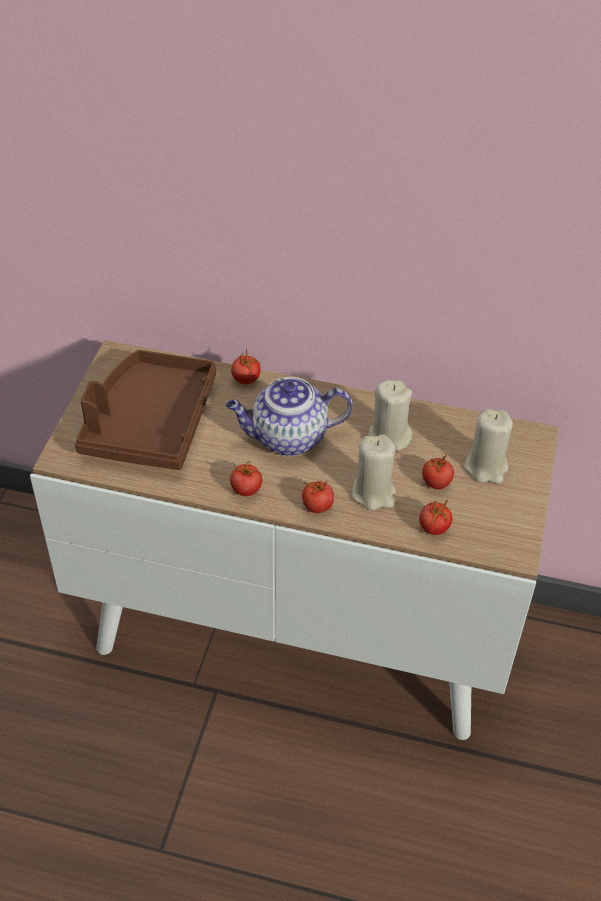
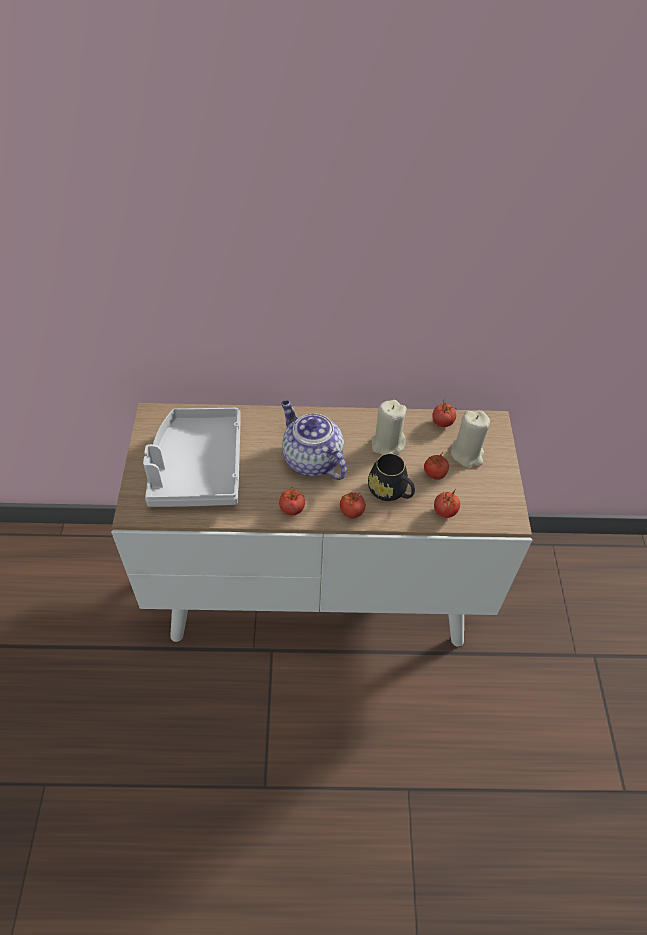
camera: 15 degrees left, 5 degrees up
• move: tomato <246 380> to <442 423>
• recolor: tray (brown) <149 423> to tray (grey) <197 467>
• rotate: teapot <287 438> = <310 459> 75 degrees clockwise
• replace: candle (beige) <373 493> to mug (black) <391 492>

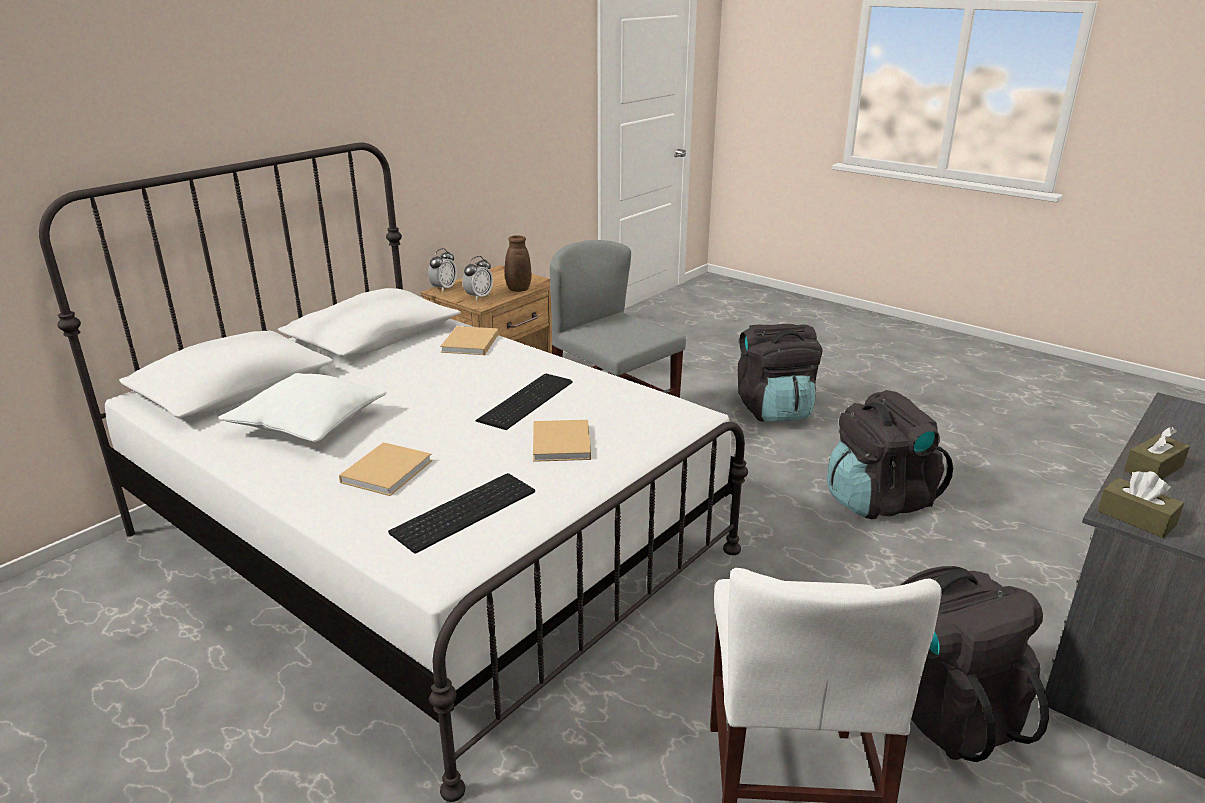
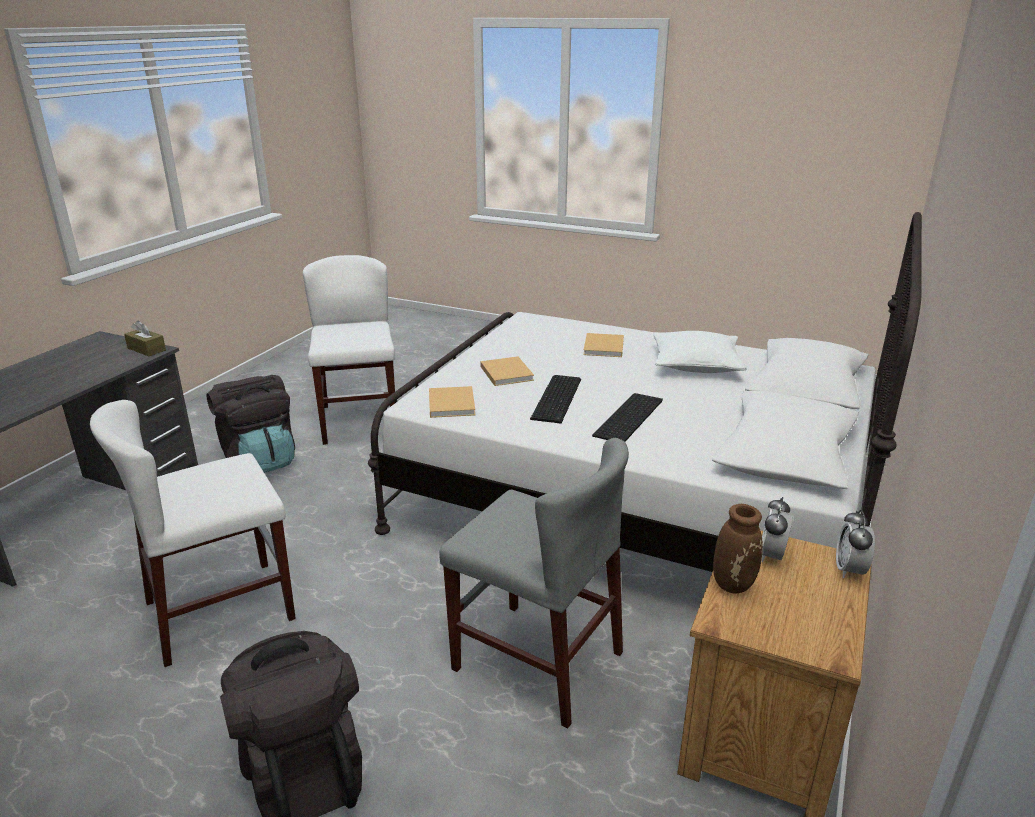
camera: 165 degrees right, 0 degrees up
• move: book (beige) <469 344> to <451 403>
• replace: backpack (black) <878 500> to chair (white) <220 610>
• delete: tissue box (brown) <1153 468>
• move: keyboard <464 510> to <630 418>

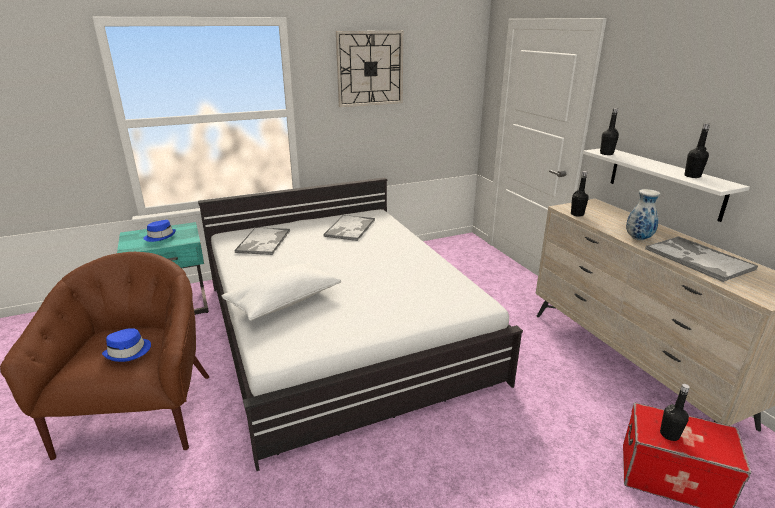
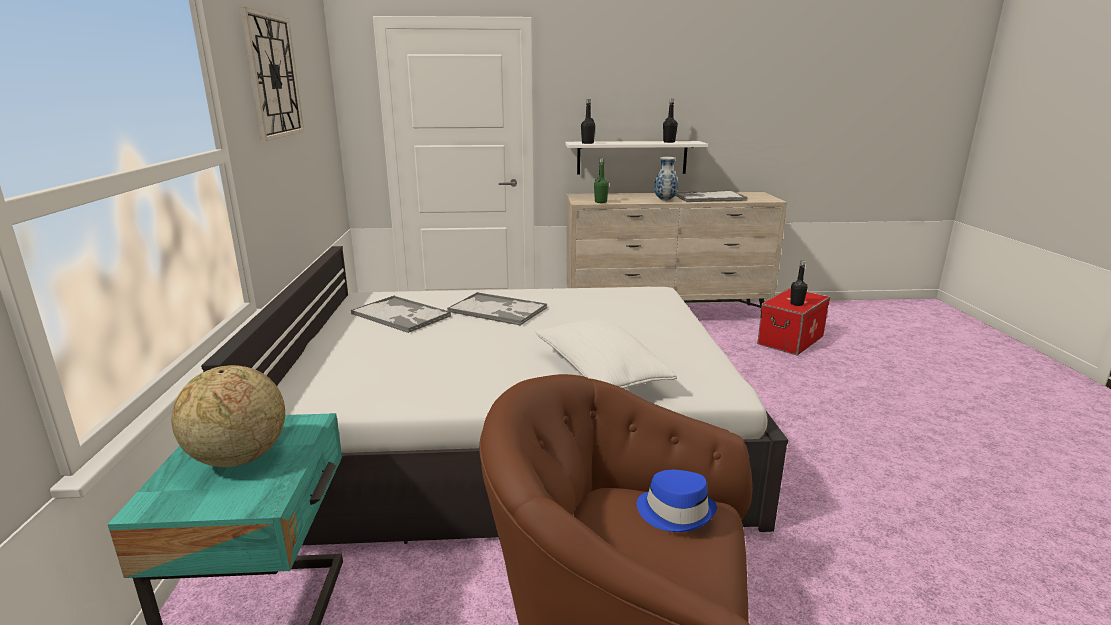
camera: 70 degrees left, 5 degrees down
• recolor: bottle (black) <577 214> to bottle (green) <600 202>
• replace: hat (blue) <160 236> to globe <238 458>
• move: tray <263 242> to <498 310>

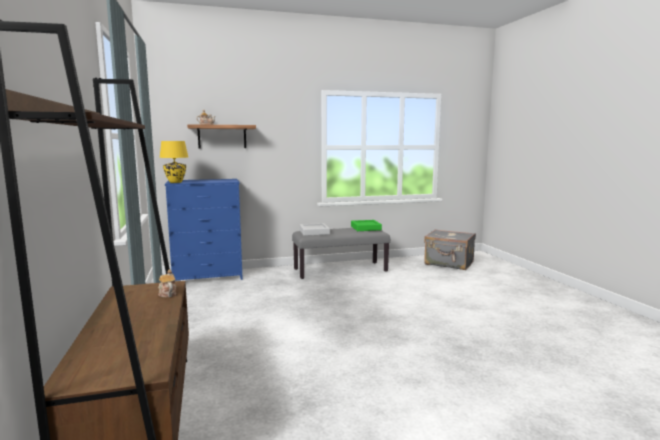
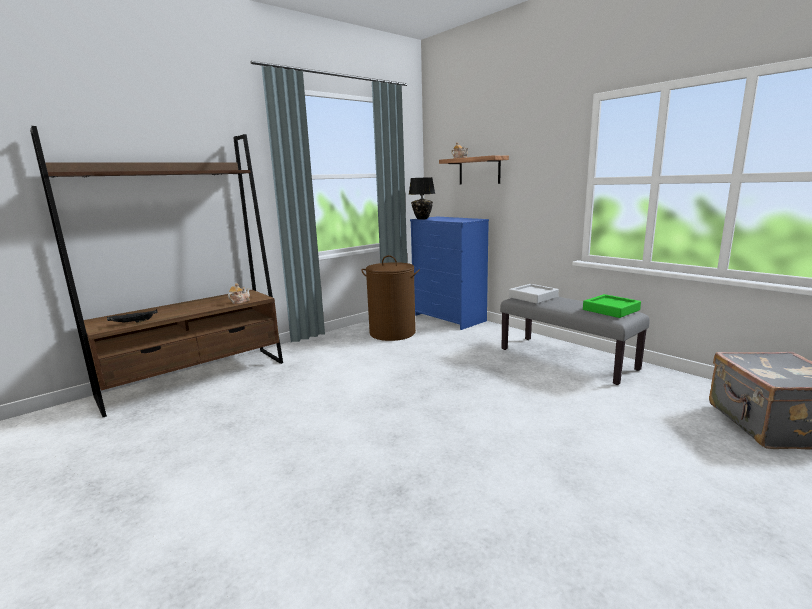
camera: 65 degrees right, 5 degrees up
• recolor: table lamp (yellow) <175 182> to table lamp (black) <422 218>
• insert: laundry basket (brown) <392 333>
• insert: tray (black) <133 323>

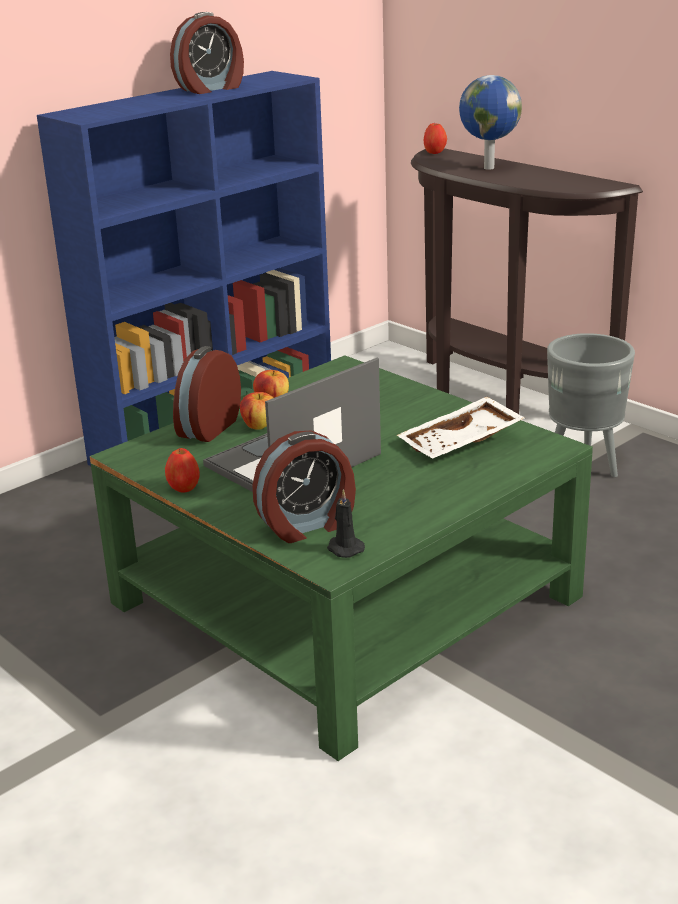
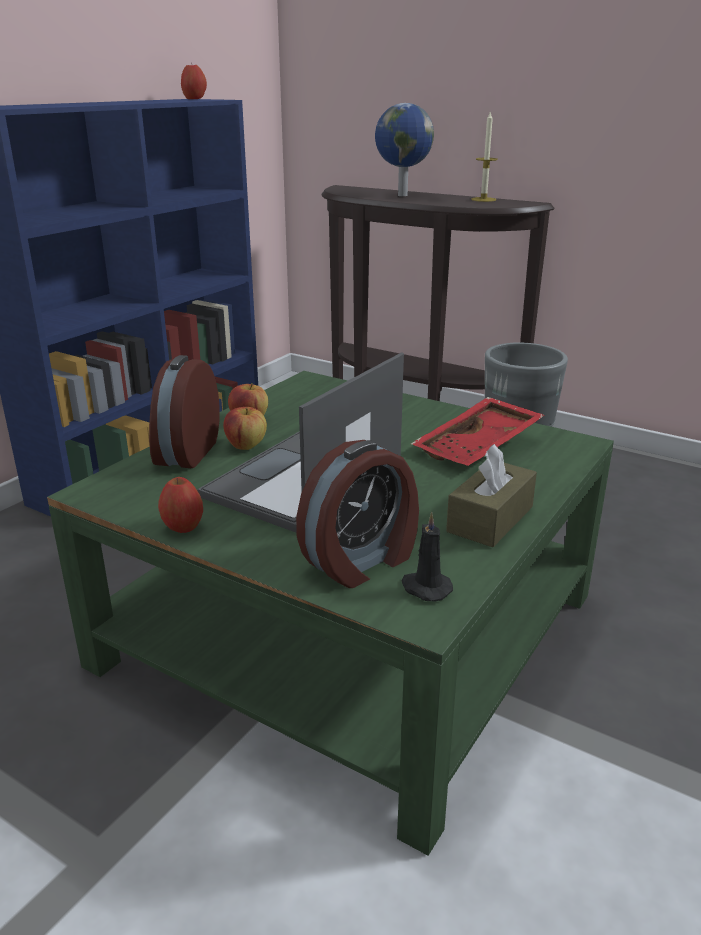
camera: 15 degrees left, 0 degrees up
• delete: alarm clock <211 89>
• move: apple <435 152> to <194 99>
• recolor: tray (white) <462 443> to tray (red) <479 447>
• insert: candle <483 199>
• insert: tissue box (brown) <490 519>

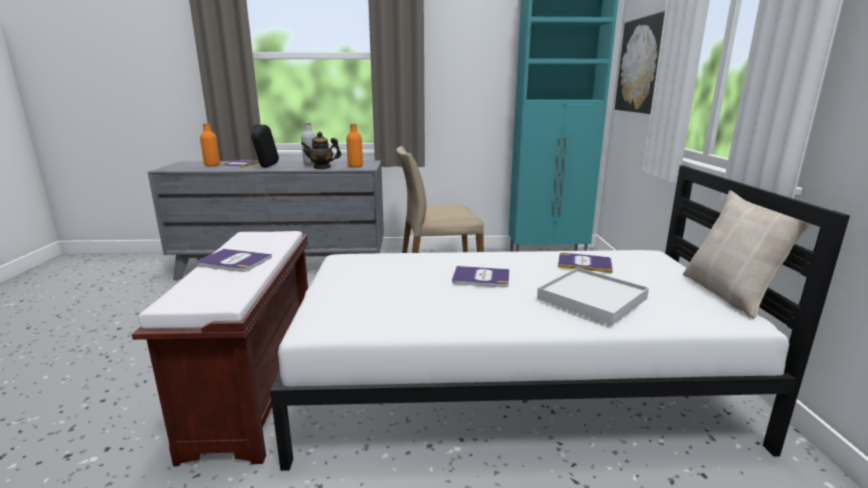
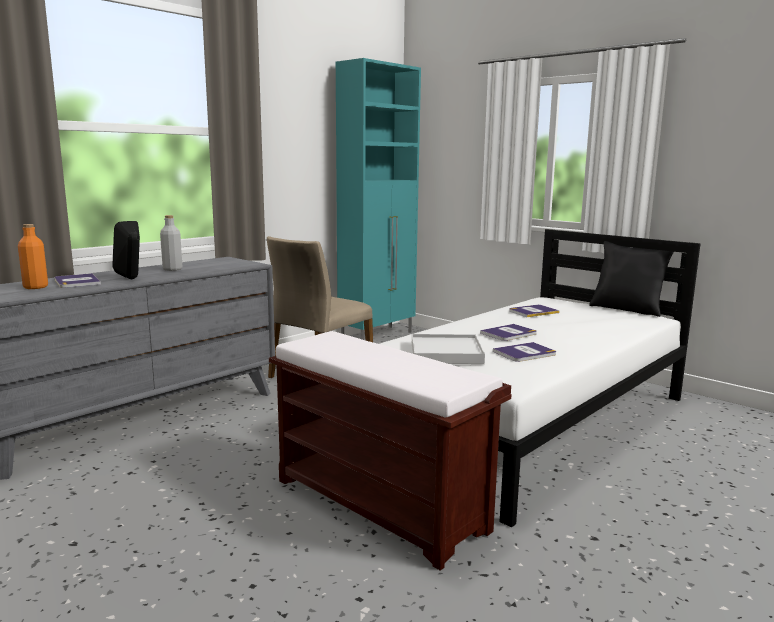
camera: 45 degrees left, 5 degrees down
• delete: picture <643 65>
• delete: bottle (orange) <355 166>
• delete: teapot <322 167>
• recolor: pillow (beige) <730 294> to pillow (black) <627 309>
• move: book <234 261> to <525 353>
• move: tray (white) <591 298> to <445 353>

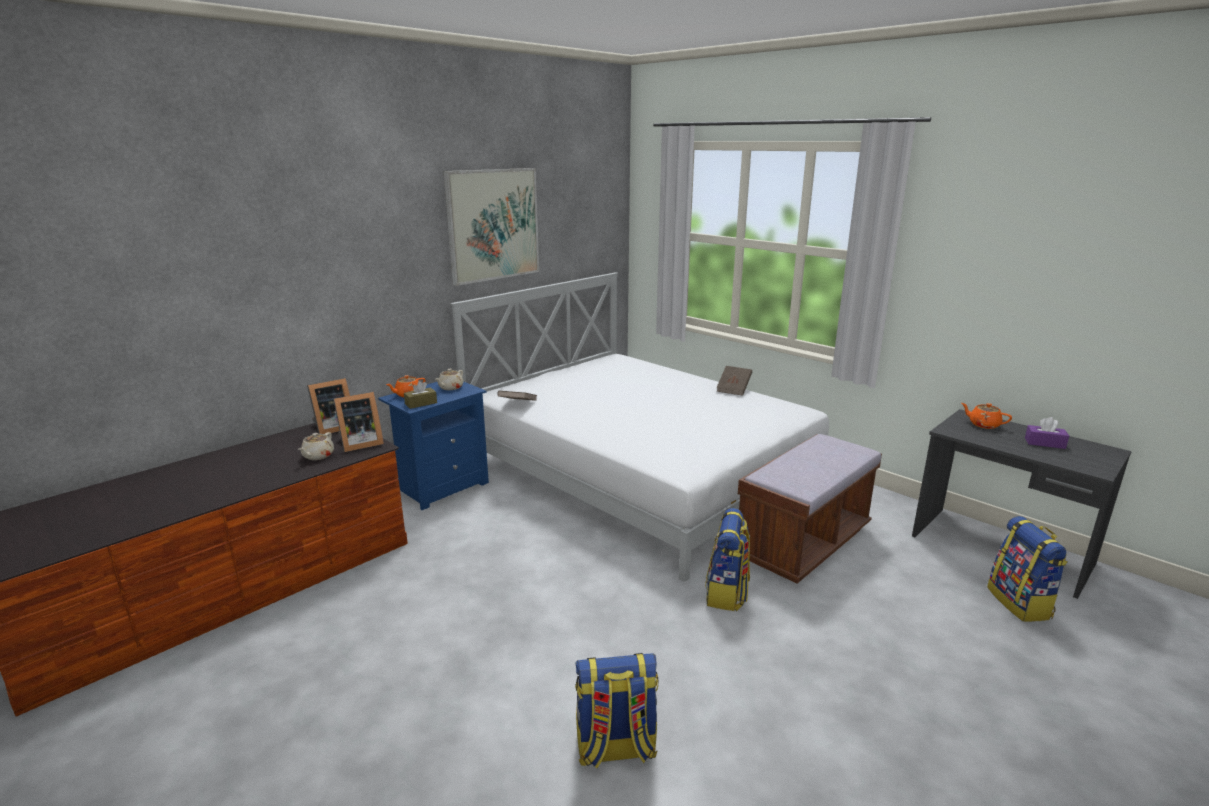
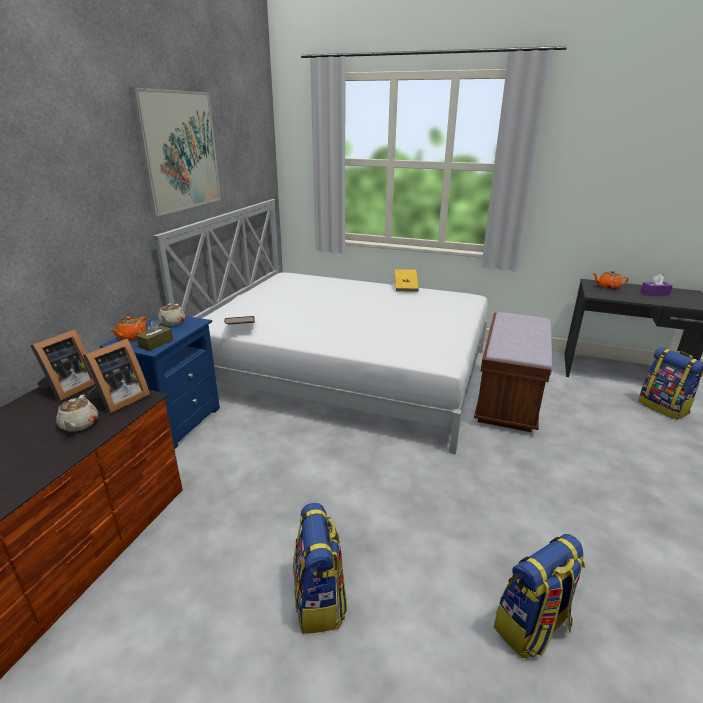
camera: 25 degrees left, 5 degrees up
• recolor: book (brown) <733 389> to book (yellow) <406 287>
• move: backpack <727 593> to <320 601>

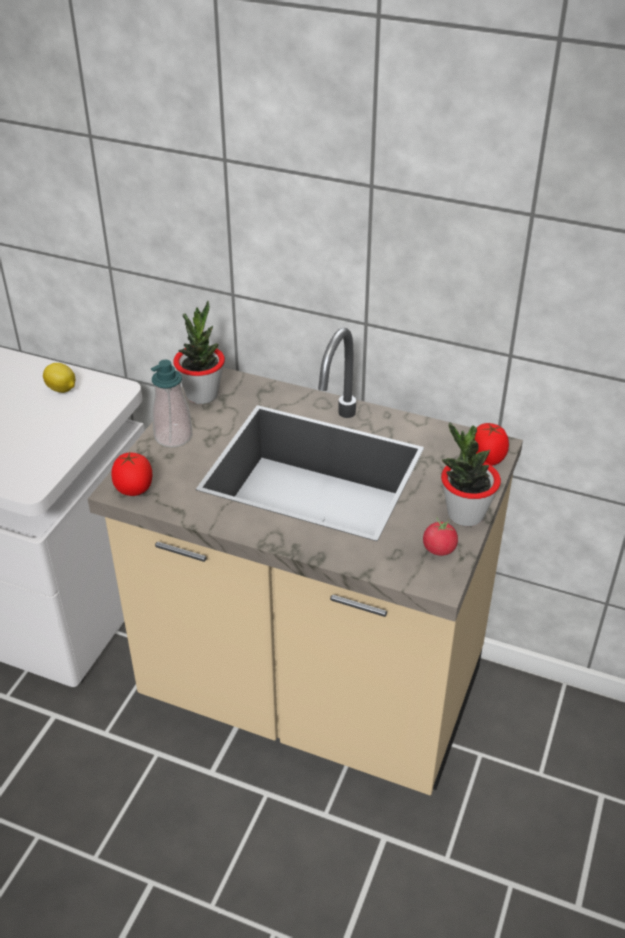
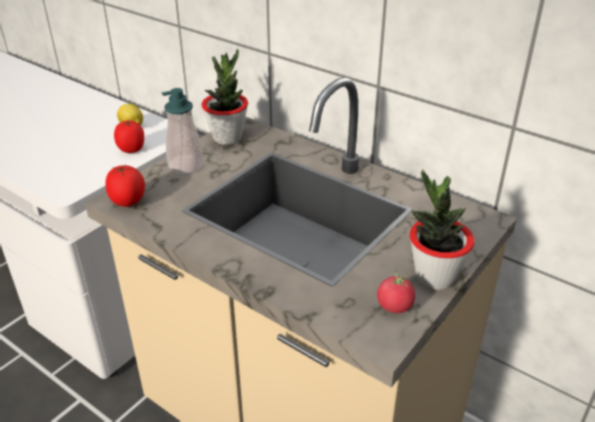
camera: 15 degrees right, 5 degrees down
• move: tomato <486 459> to <132 149>

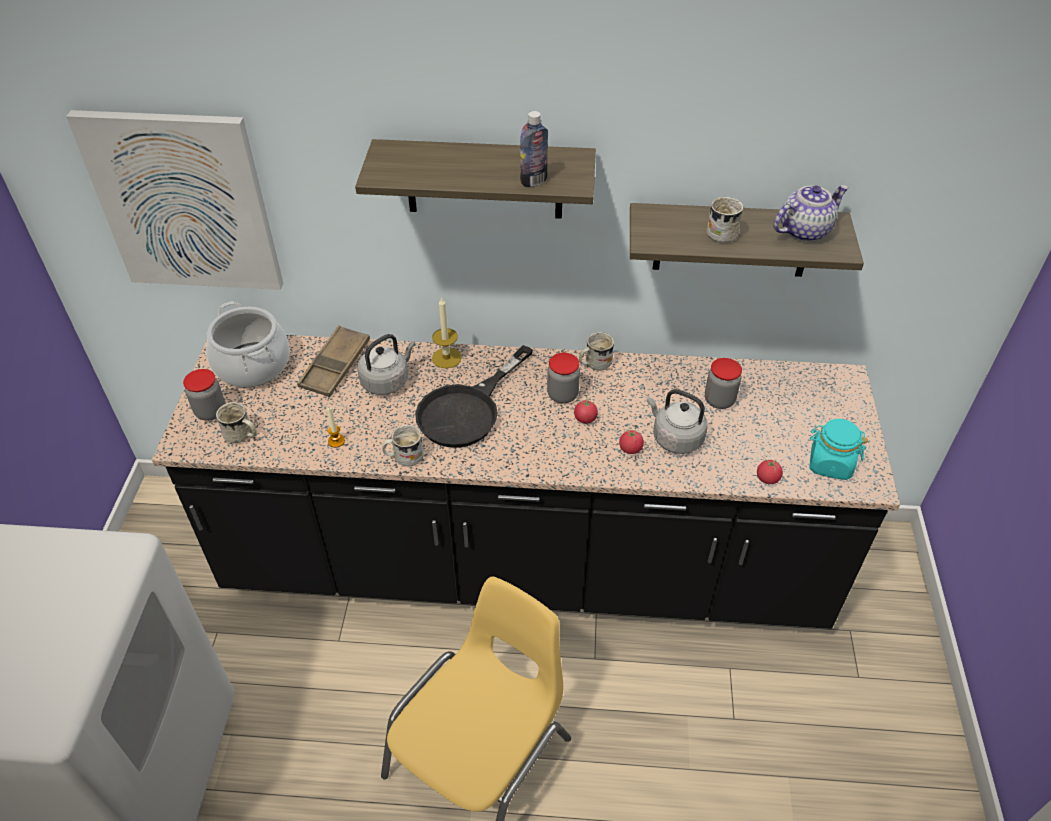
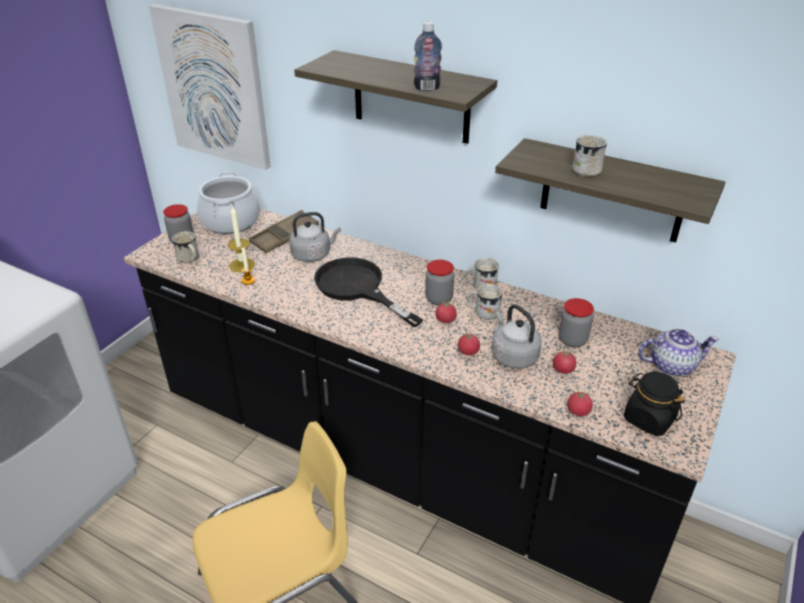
camera: 25 degrees right, 10 degrees down
• move: teapot <804 230> to <672 365>
• move: candle <446 358> to <242 265>
• rotate: frying pan (black) <467 409> = <357 288> 75 degrees clockwise
• recolor: jar (turquoise) <830 464> to jar (black) <648 419>
• move: mug (white) <404 457> to <483 312>
• insert: tomato <563 369>

